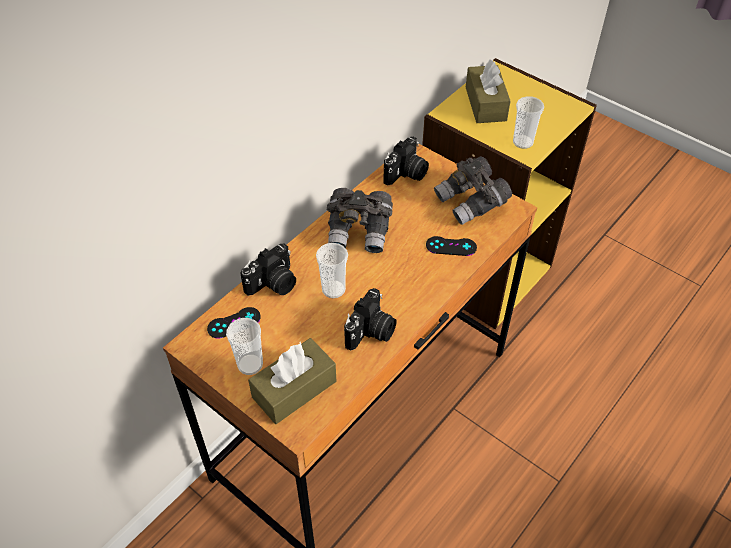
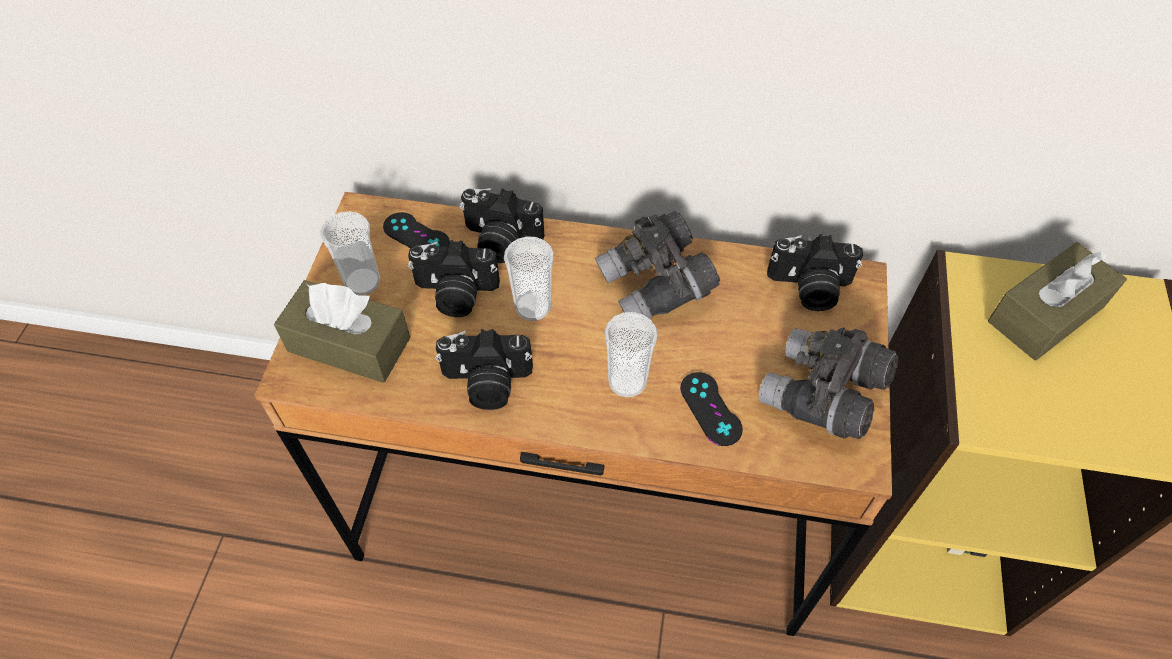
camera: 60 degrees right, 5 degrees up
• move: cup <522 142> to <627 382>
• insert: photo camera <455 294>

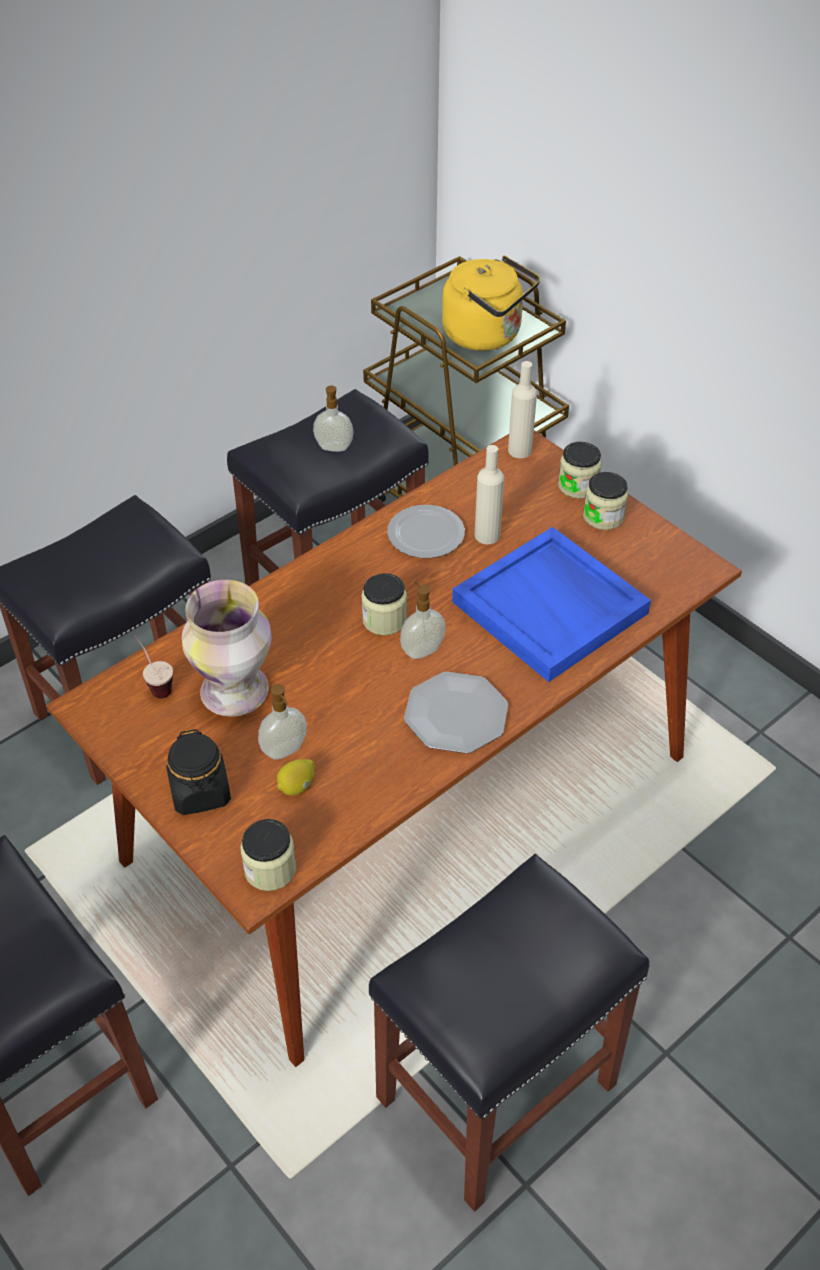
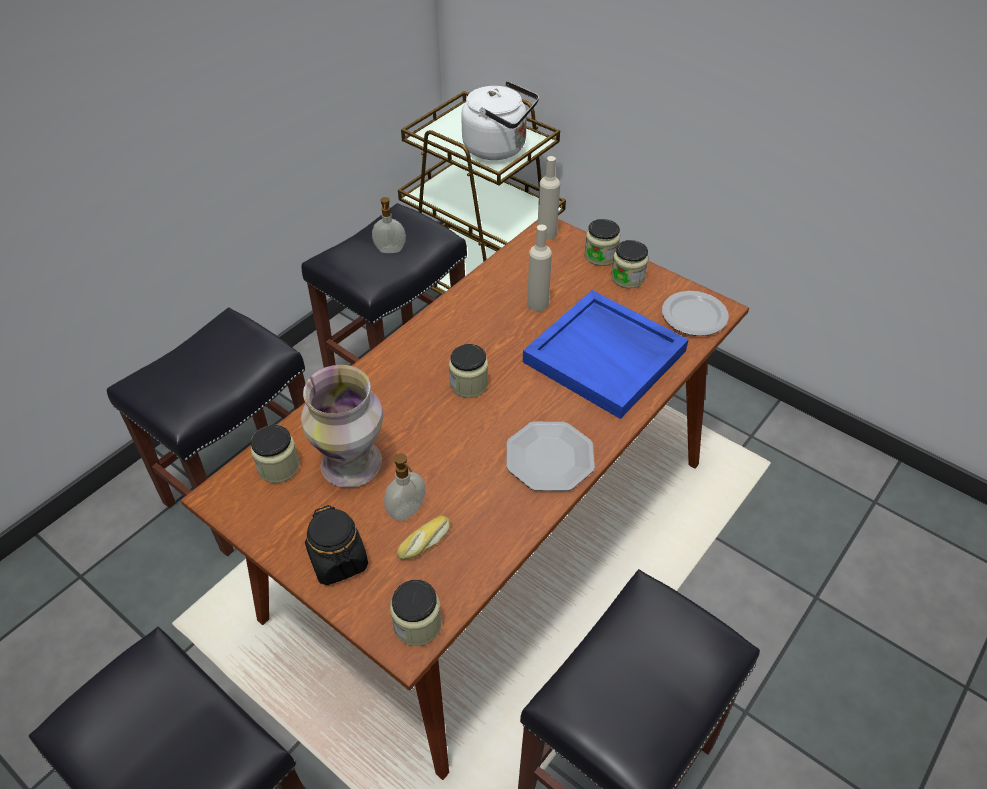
camera: 10 degrees left, 0 degrees up
• recolor: kettle (yellow) <487 335> to kettle (white) <499 148>
• move: plate <427 534> to <695 315>
• delete: soap dispenser <421 650>
• replace: cup <155 684> to jar <278 467>
• replace: lemon <297 786> to bread <425 542>

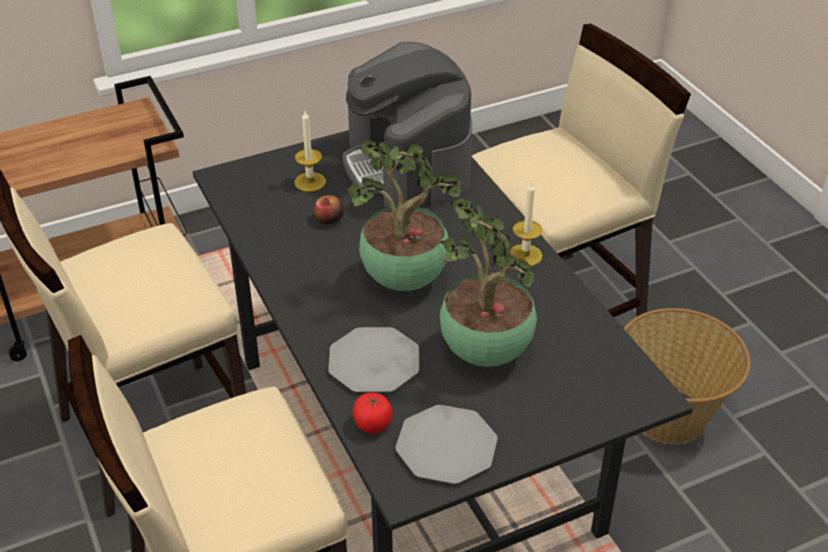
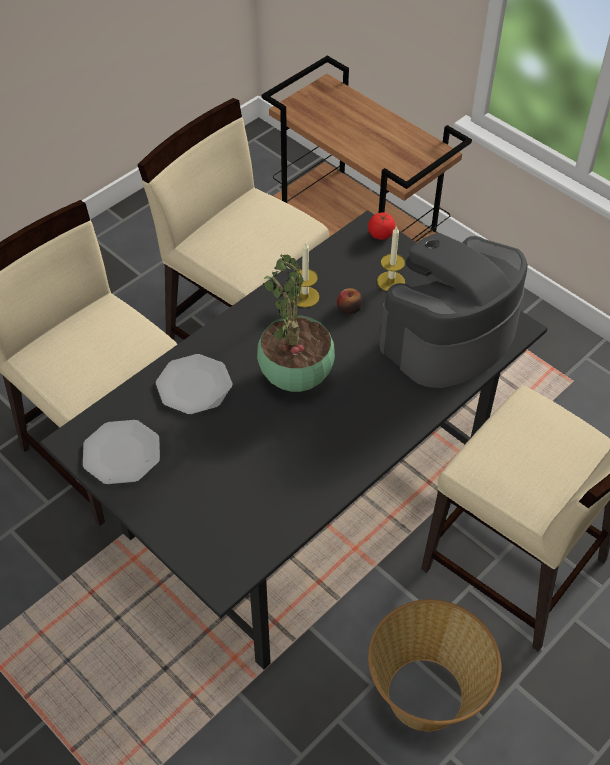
camera: 70 degrees right, 10 degrees up
• move: candle <525 255> to <305 297>
• delete: potted plant <487 354>
• move: tomato <373 424> to <381 234>

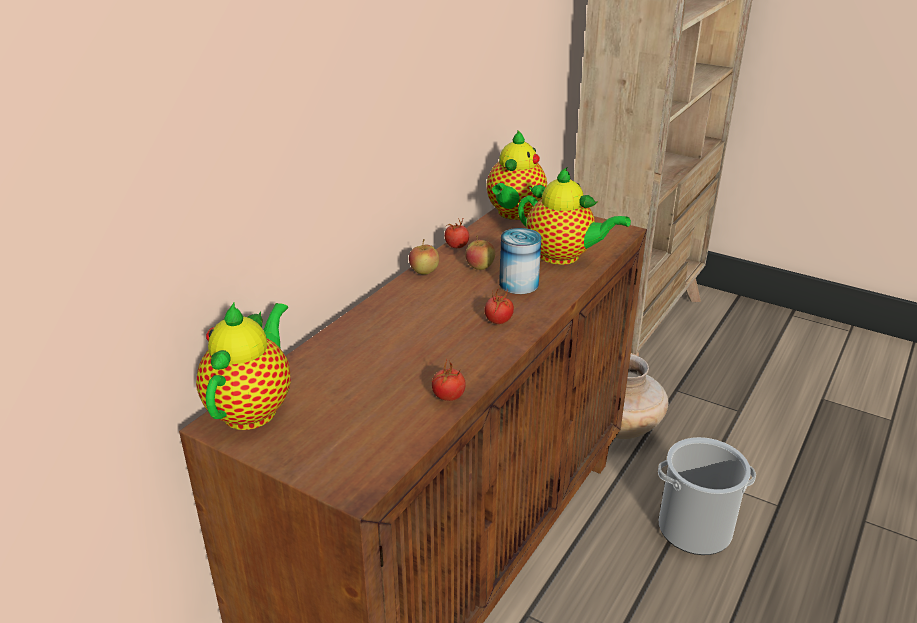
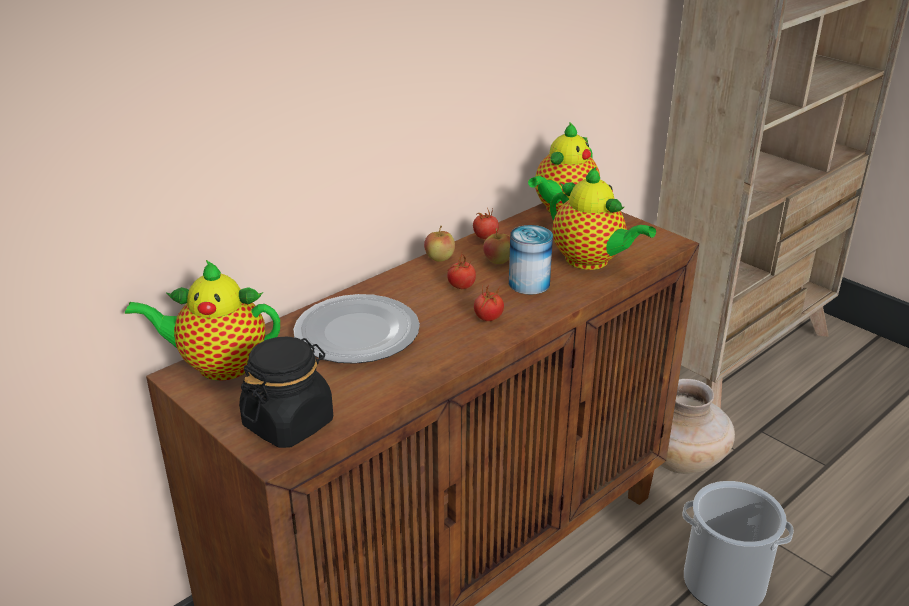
camera: 15 degrees right, 0 degrees up
• rotate: teapot <253 408> = <218 366> 120 degrees counterclockwise
• move: tomato <448 397> to <461 286>
• insert: plate <355 333>
• insert: jar (black) <289 423>

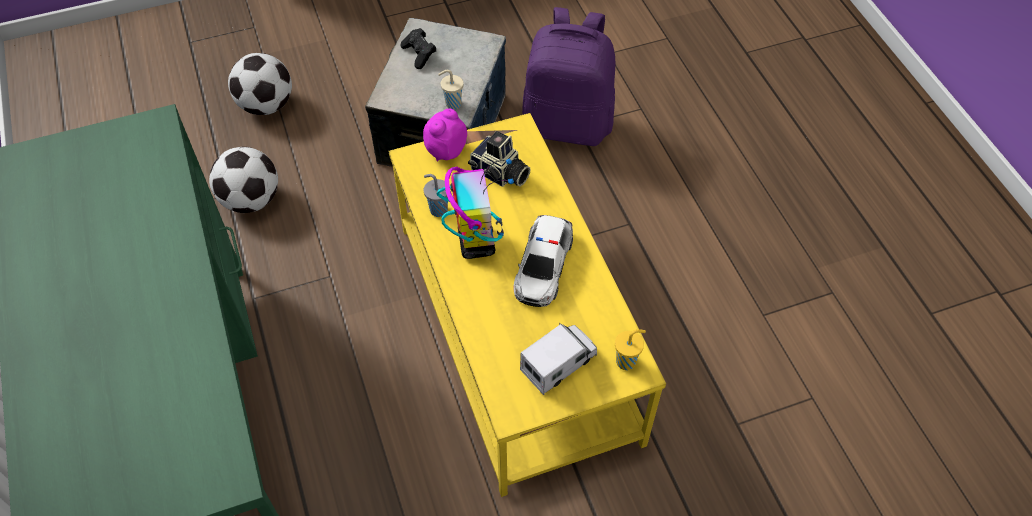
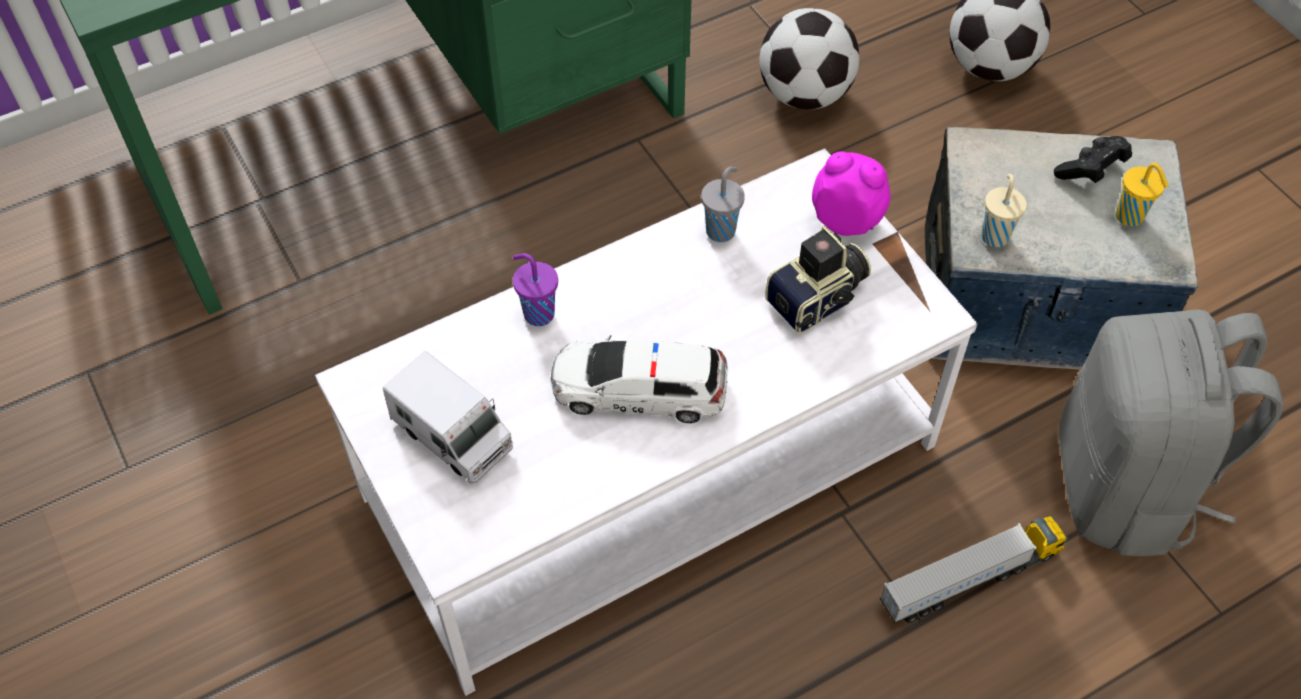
camera: 80 degrees right, 0 degrees up
• recolor: backpack (purple) <568 123> to backpack (grey) <1126 487>
• recolor: coffee table (yellow) <514 329> to coffee table (white) <651 467>
• rotate: photo camera <499 174> = <819 300> 150 degrees counterclockwise
• delete: toy robot <476 242>
• move: cup (yellow) <627 361> to <1130 218>
• insert: cup (purple) <537 313>
• insert: toy truck <970 579>

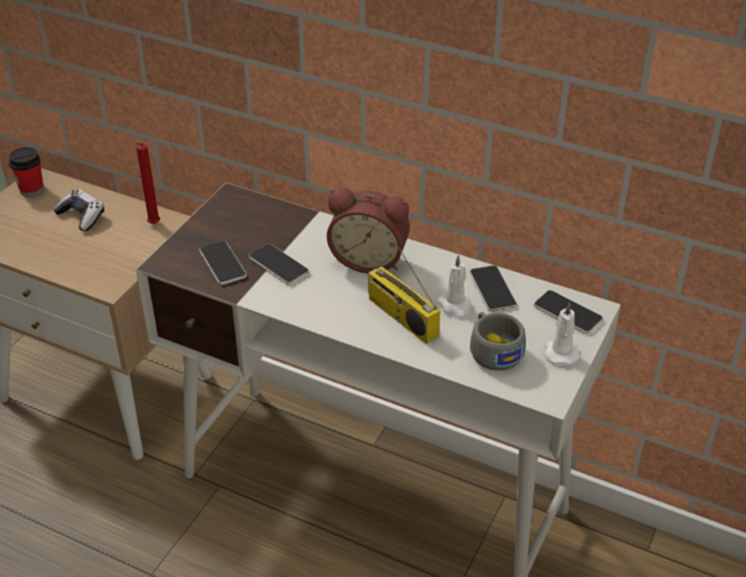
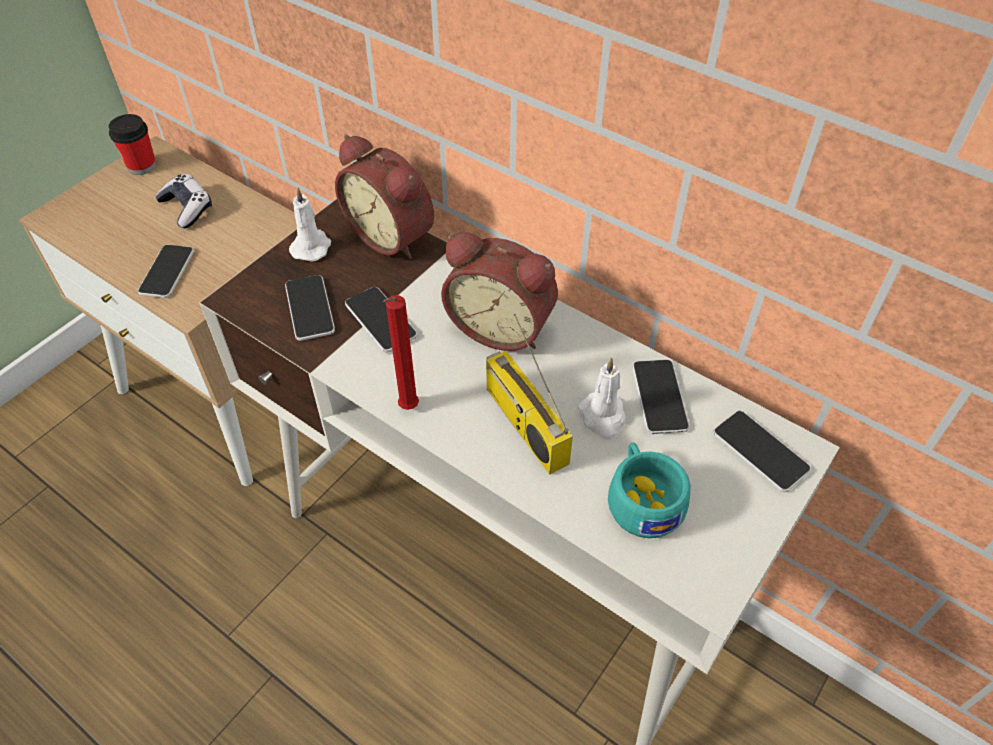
camera: 10 degrees right, 10 degrees up
• move: candle (red) <153 225> to <407 409>
• move: candle (white) <561 352> to <312 247>
• recolor: cup (grey) <493 350> to cup (turquoise) <642 499>
• insert: alarm clock <393 235>
• insert: phone <167 272>

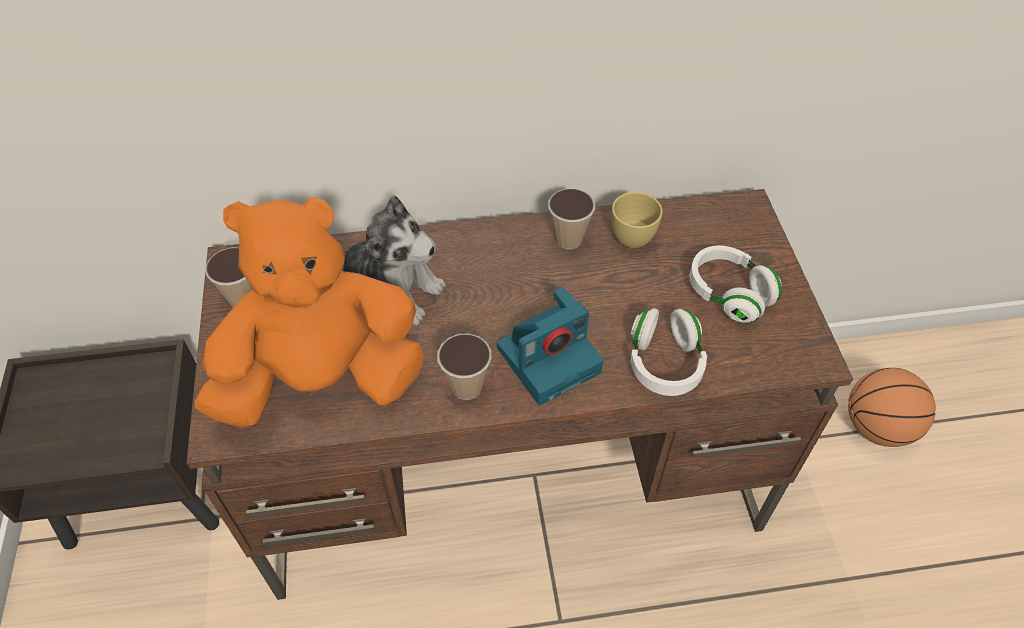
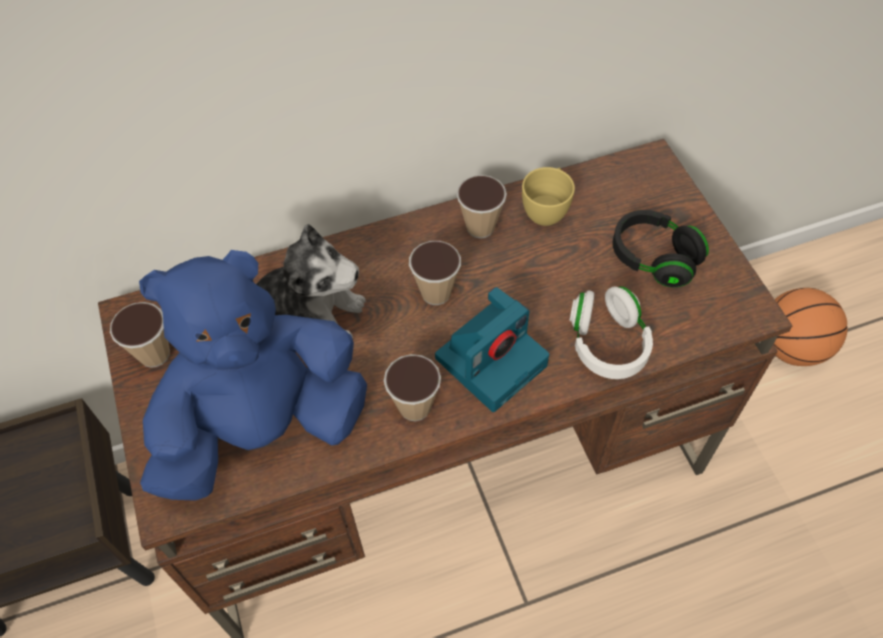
camera: 10 degrees left, 5 degrees up
• recolor: plush toy (orange) <323 380> to plush toy (blue) <263 428>
• recolor: headphones (white) <729 294> to headphones (black) <654 258>
• insert: cup <436 293>

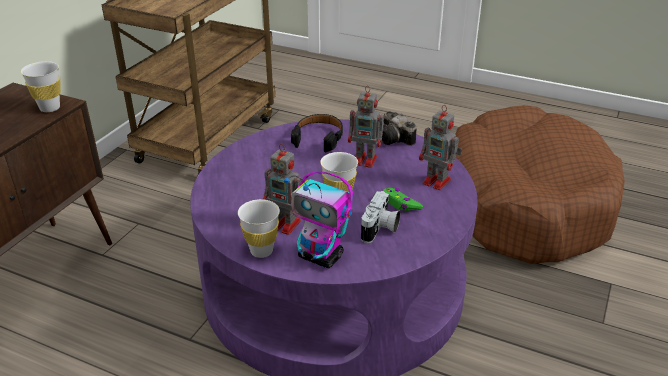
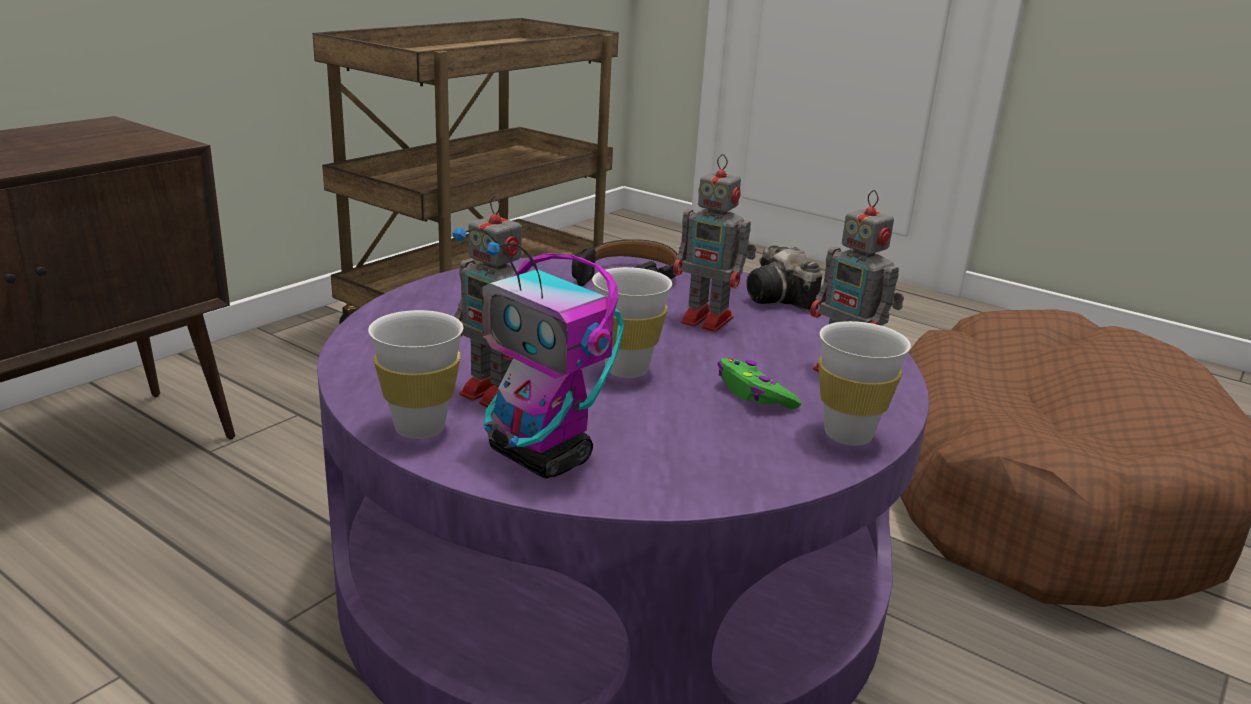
camera: 10 degrees right, 10 degrees down
• move: cup (white) <50 108> to <848 435>
• delete: photo camera <380 229>

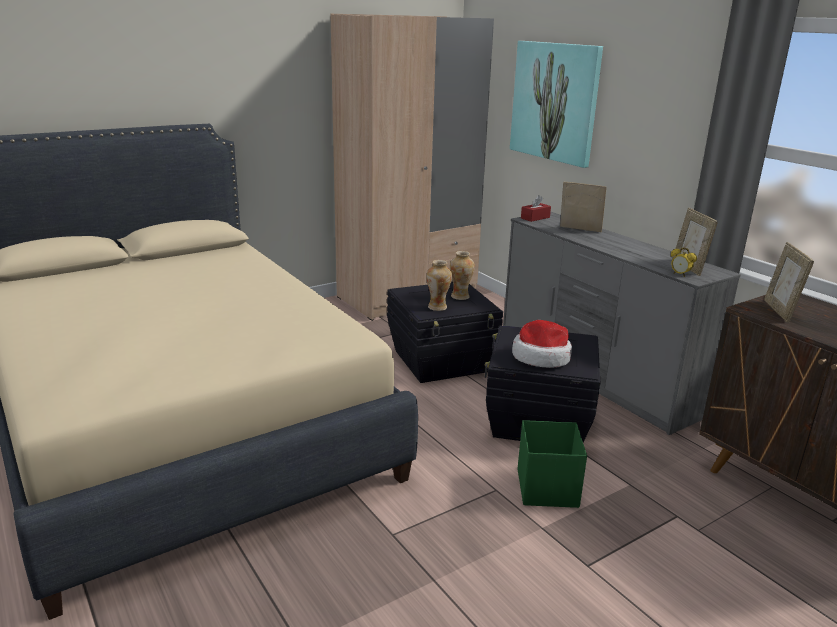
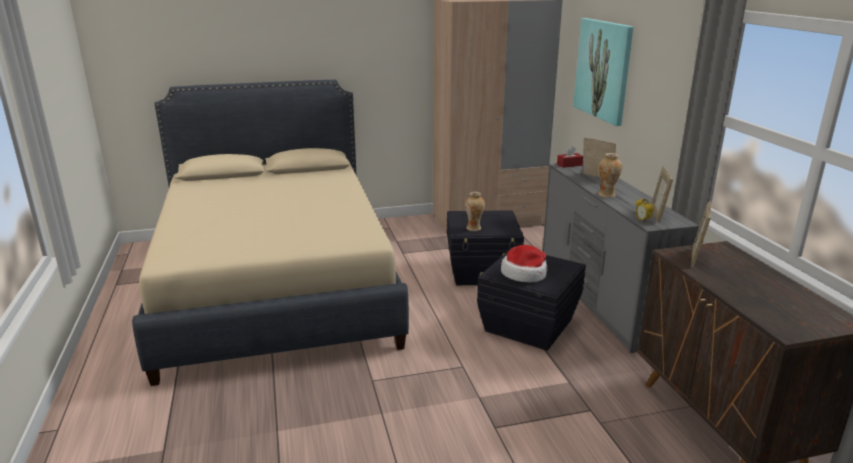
camera: 20 degrees right, 0 degrees up
• move: vase <460 296> to <607 195>
• delete: storage box (green) <547 488>

